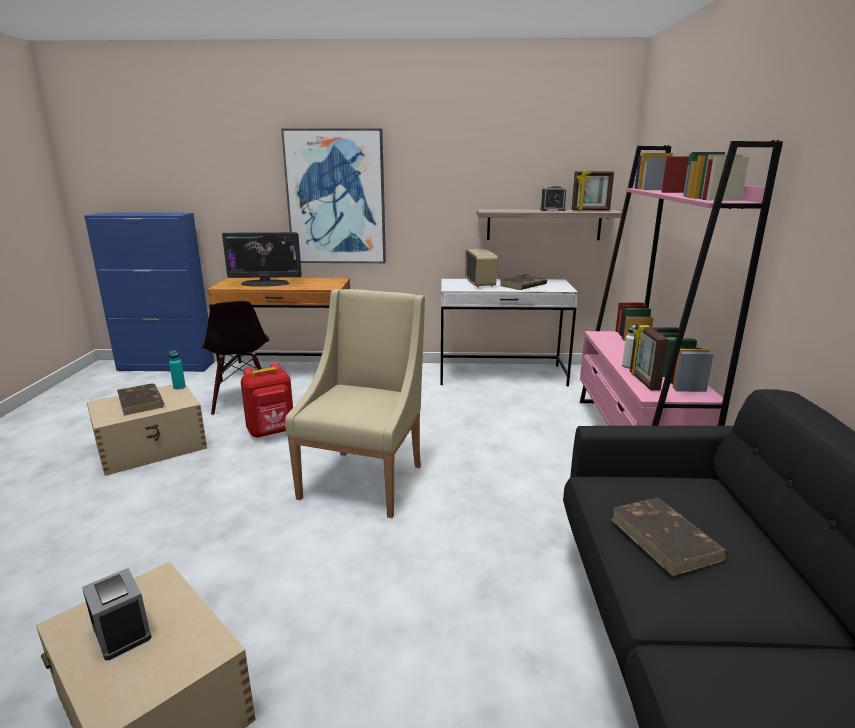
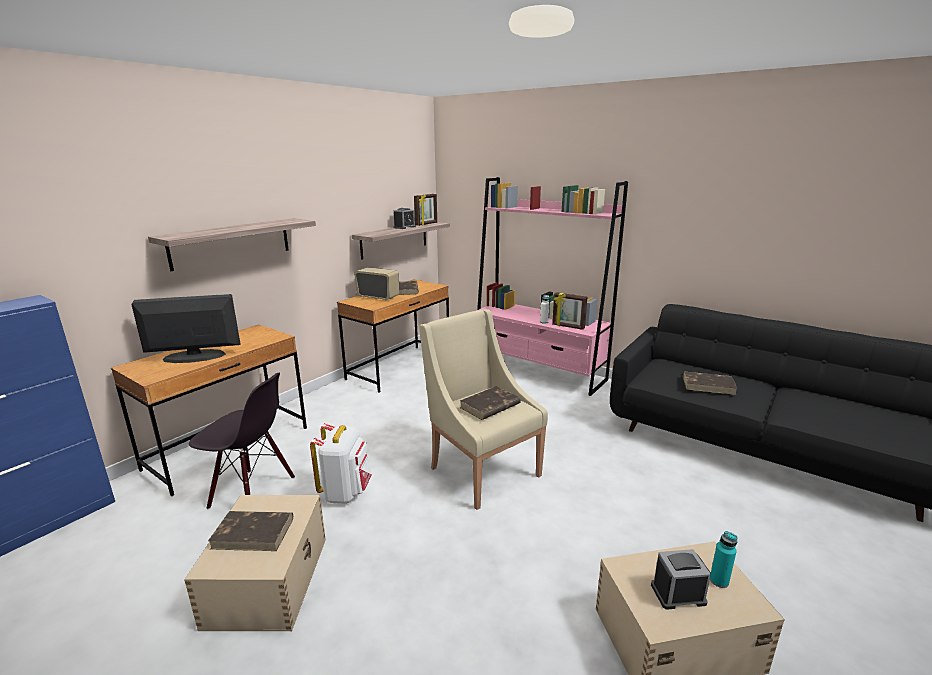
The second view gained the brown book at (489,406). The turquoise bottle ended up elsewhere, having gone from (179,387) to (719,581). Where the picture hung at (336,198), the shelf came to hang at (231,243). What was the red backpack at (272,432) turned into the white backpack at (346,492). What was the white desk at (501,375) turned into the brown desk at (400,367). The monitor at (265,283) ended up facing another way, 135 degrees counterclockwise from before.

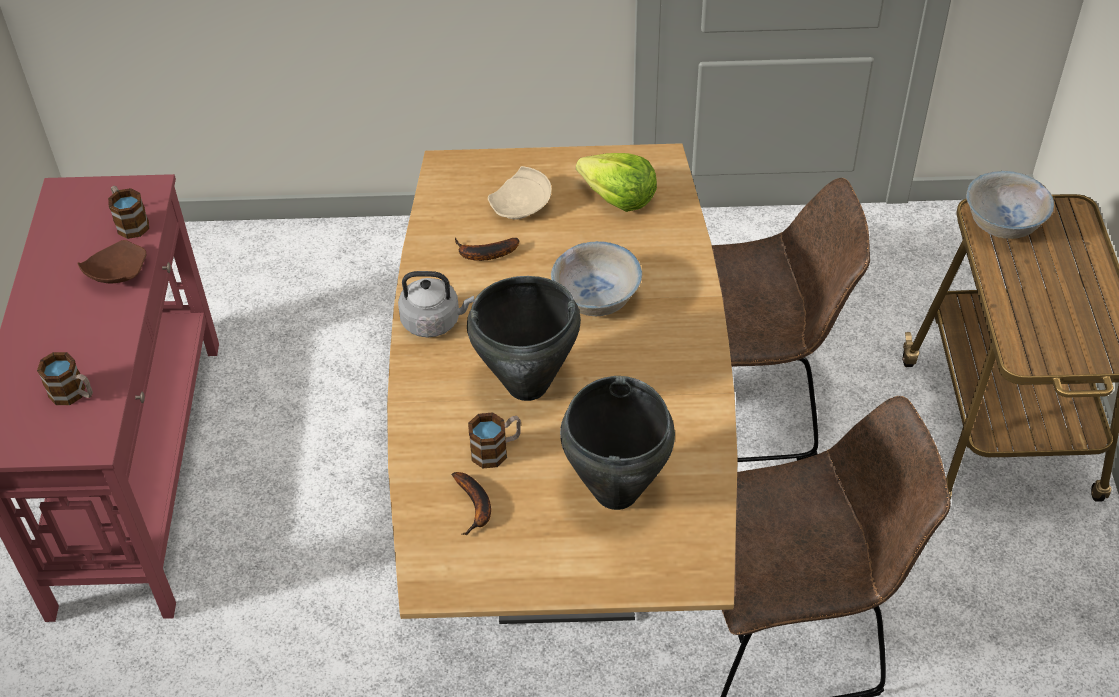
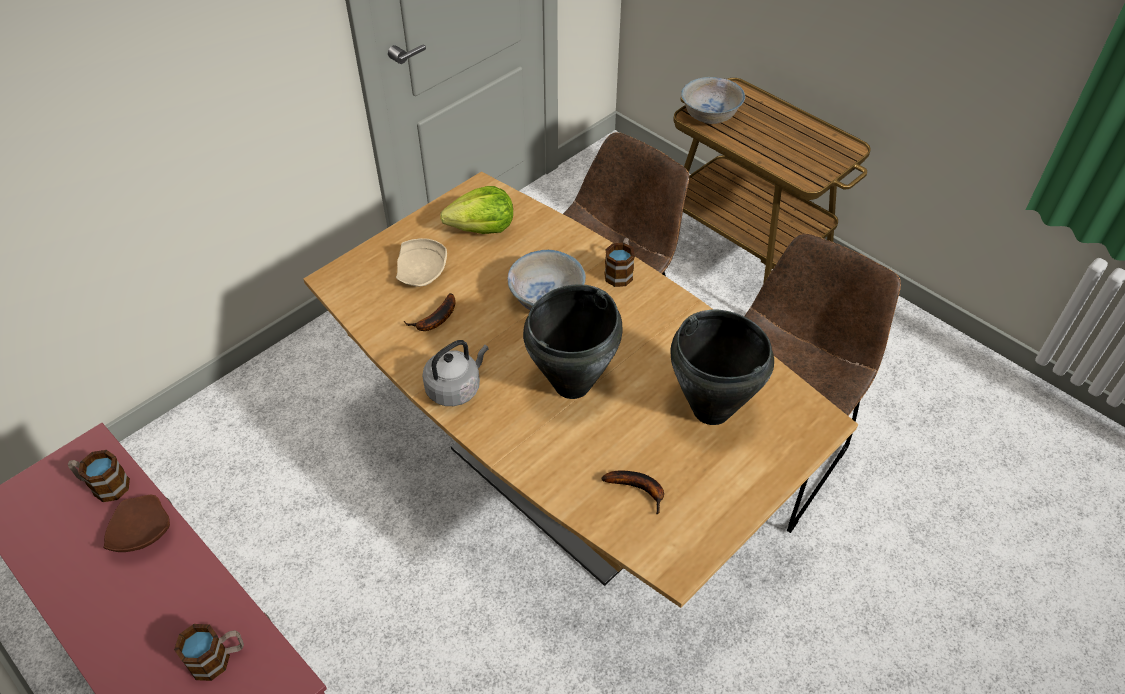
The mug ended up elsewhere, having gone from (496,450) to (620,272).

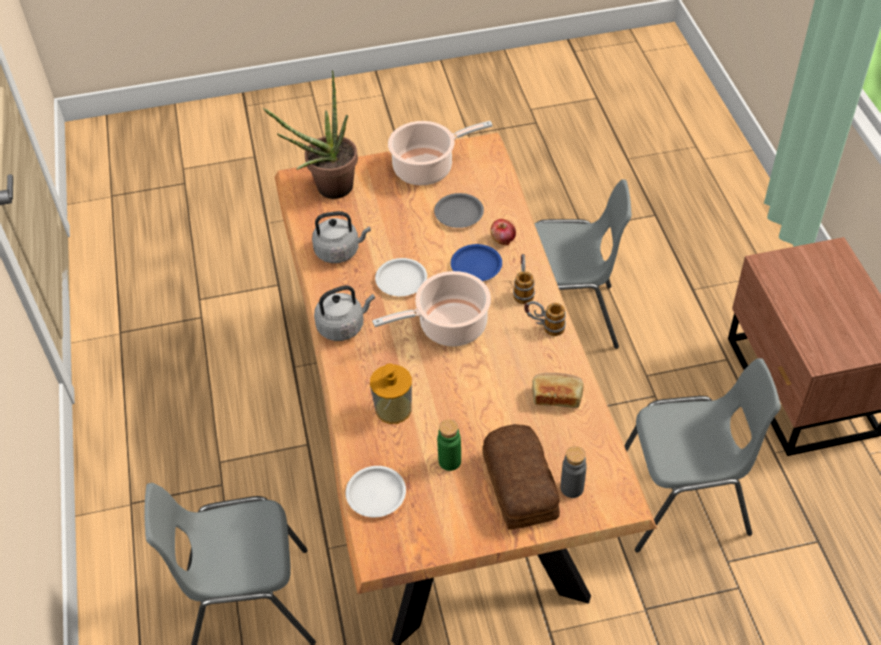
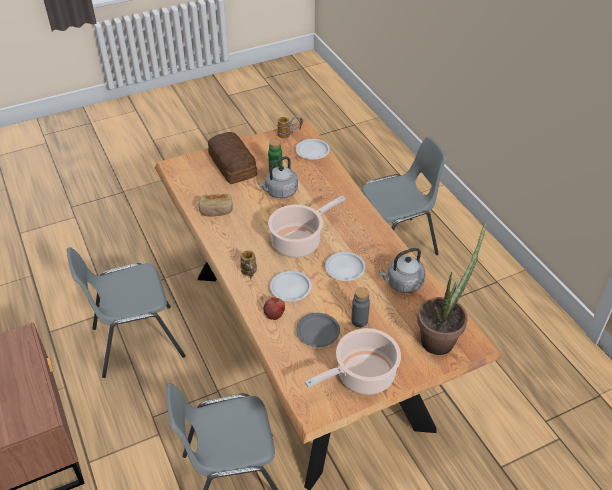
The second view lost the soap dispenser at (393,409). The grey kettle ended up elsewhere, having gone from (343,326) to (280,192). The mug ended up elsewhere, having gone from (544,327) to (290,134). The grey bottle ended up elsewhere, having gone from (572,488) to (359,321). What was the blue plate at (476,266) turned into the white plate at (290,288).

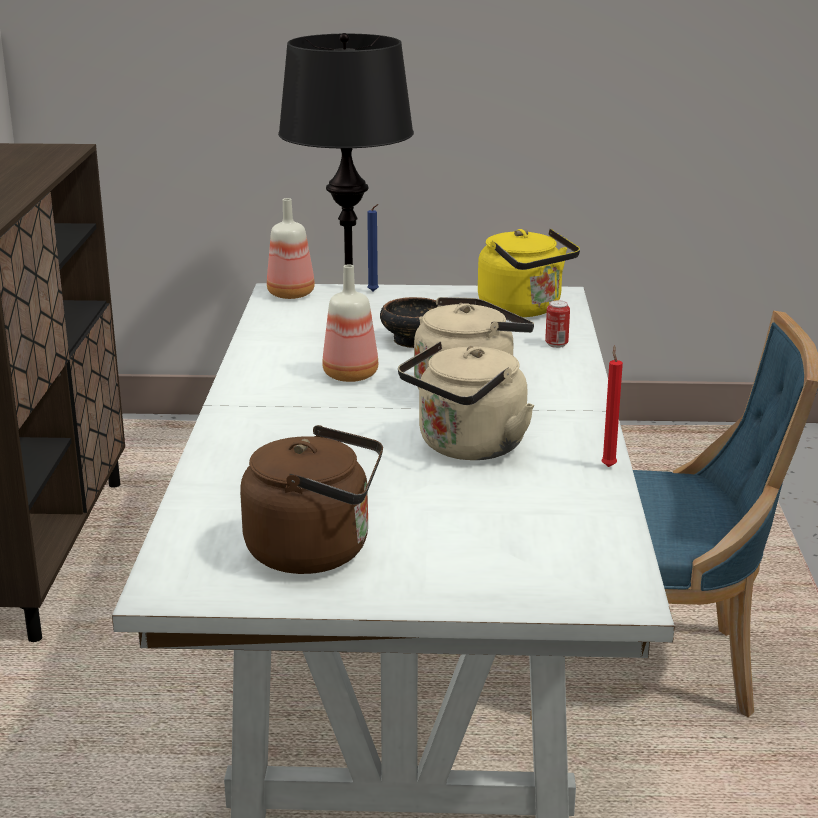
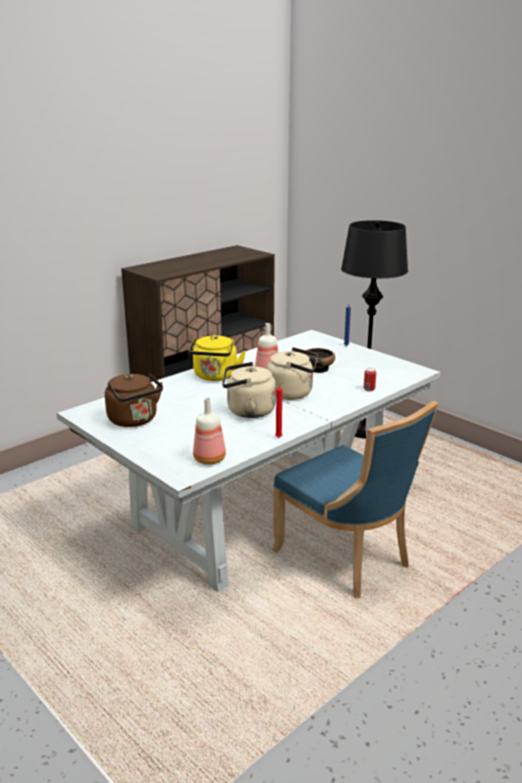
The bottle ended up elsewhere, having gone from (291,294) to (210,459). The yellow kettle ended up elsewhere, having gone from (524,310) to (215,376).

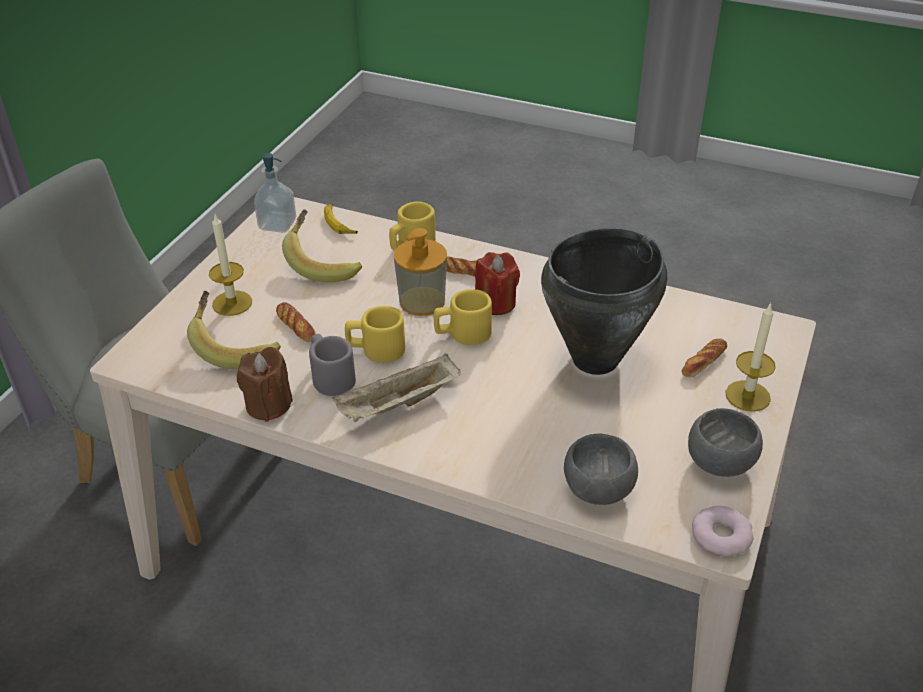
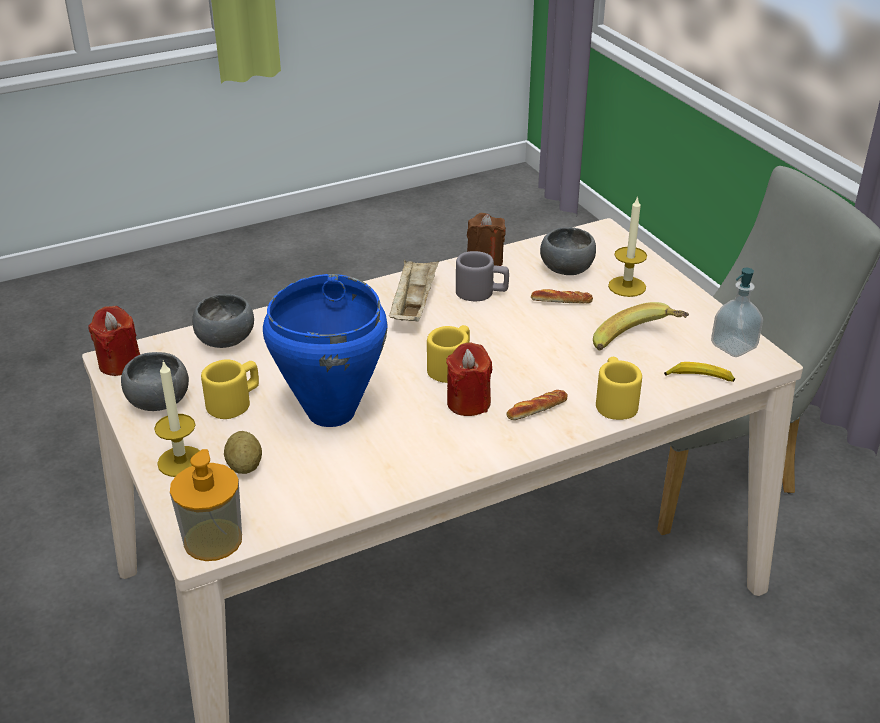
The yellow mug ended up elsewhere, having gone from (376,350) to (235,402). The soap dispenser ended up elsewhere, having gone from (422,301) to (213,540). Where the banana stood at (235,346), the grey bowl came to stand at (567,270). Where the bread stood at (703,362), the potato came to stand at (244,466). Where the donut stood at (721,535), the red candle came to stand at (120,363). What was the black cooking pot at (596,359) turned into the blue cooking pot at (330,413).

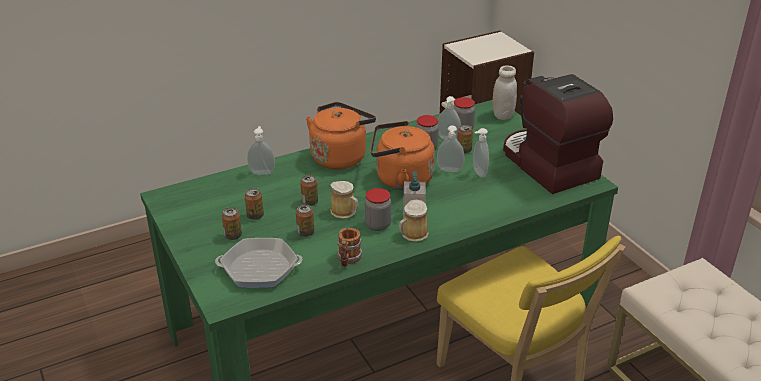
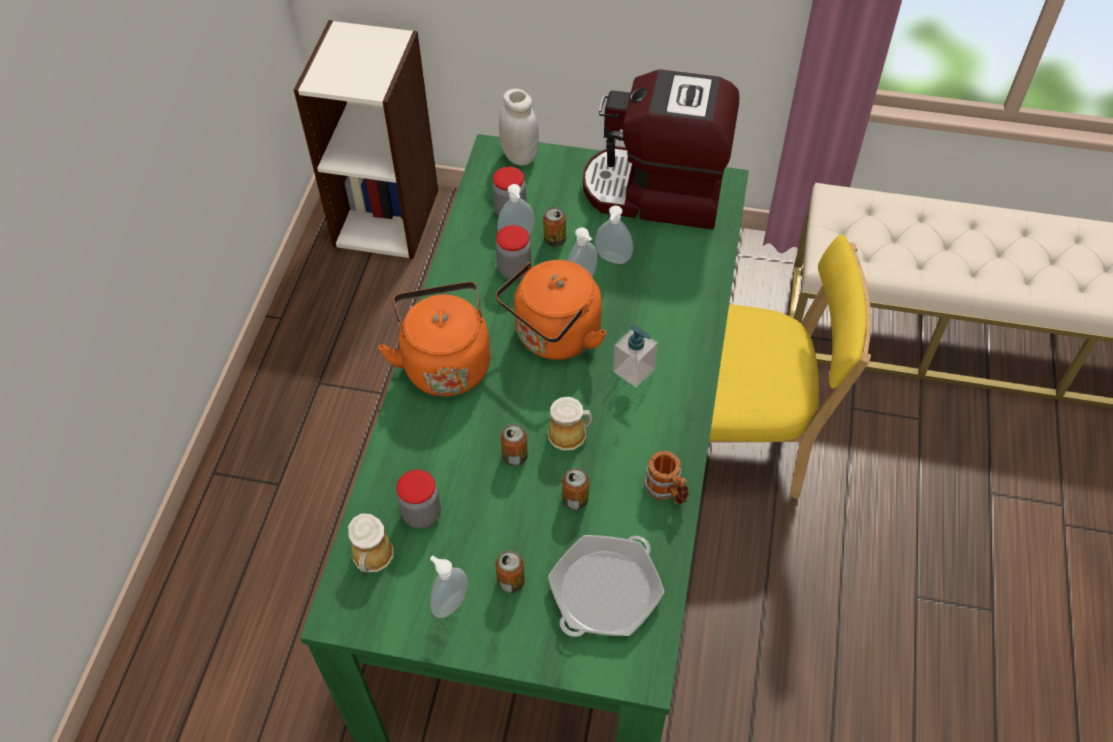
The second view lost the can at (255,216). The soap dispenser ended up elsewhere, having gone from (262,172) to (449,603). The jar ended up elsewhere, having gone from (378,225) to (422,514). The mug ended up elsewhere, having gone from (413,234) to (372,557).

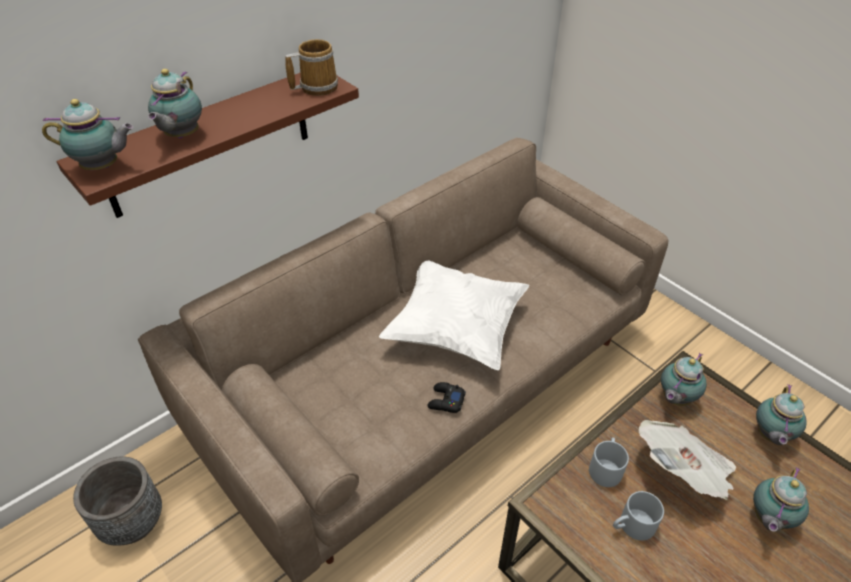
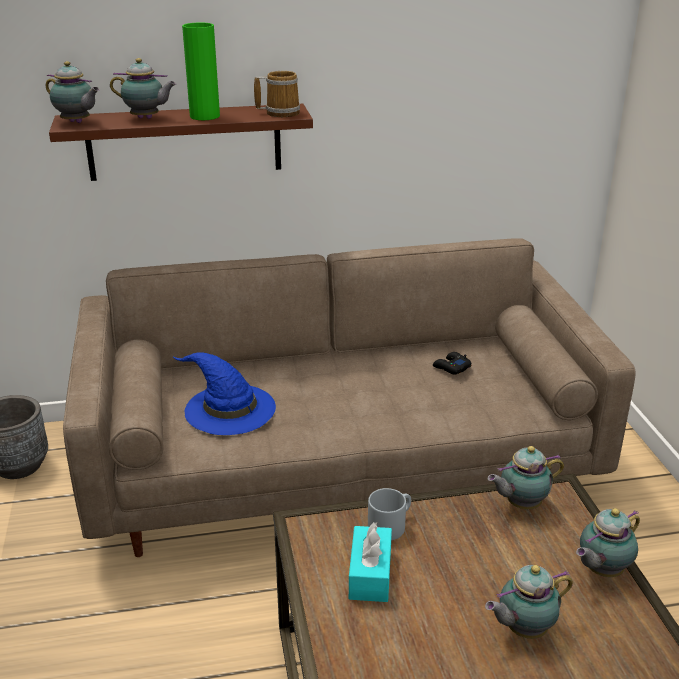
The second view lost the white pillow at (455,329). The second view lost the newspaper at (683,472). The second view gained the blue hat at (228,409). The second view gained the green vase at (205,116). The black game controller ended up elsewhere, having gone from (445,401) to (451,367). Where the grey mug stood at (632,526), the turquoise tissue box came to stand at (370,574). The teapot at (181,136) ended up facing another way, 120 degrees counterclockwise from before.

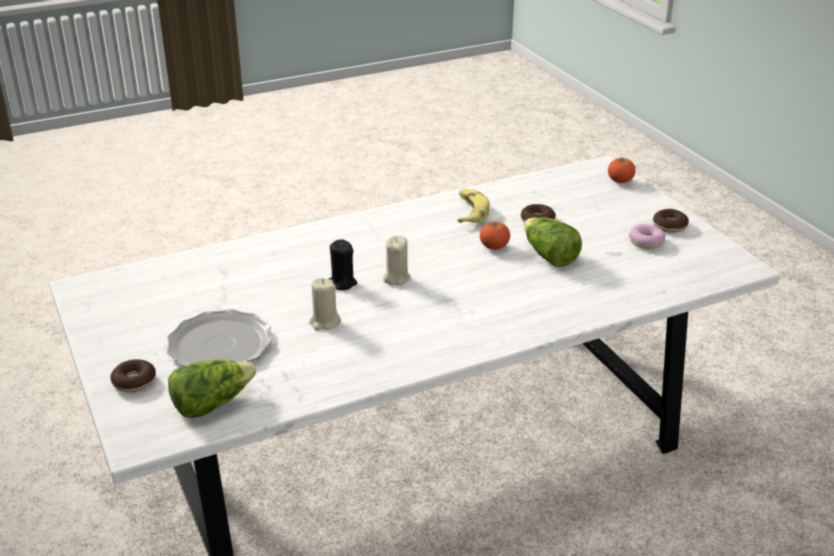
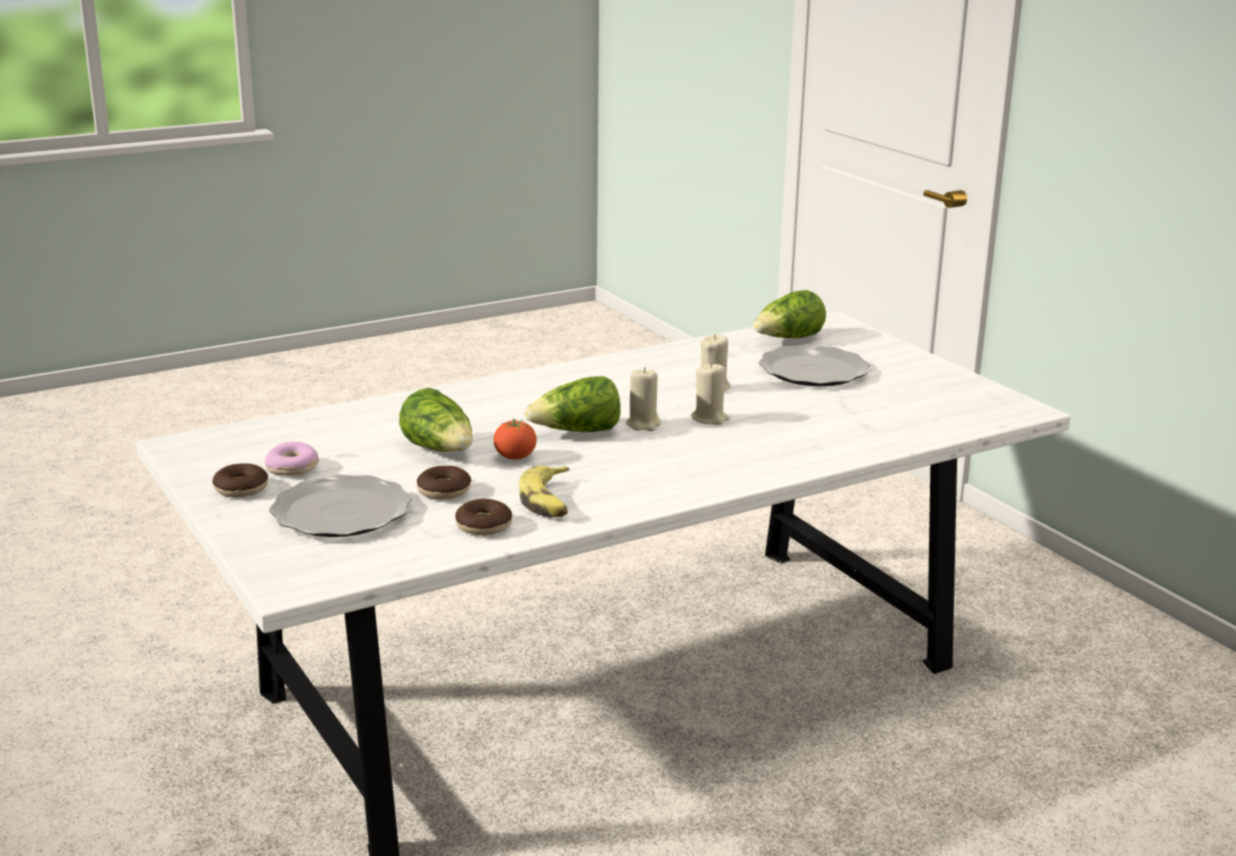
The second view lost the tomato at (620,181). The second view gained the plate at (340,512). The second view gained the lettuce at (577,432). The donut ended up elsewhere, having gone from (134,382) to (483,526). What was the black candle at (342,283) turned into the beige candle at (710,419).

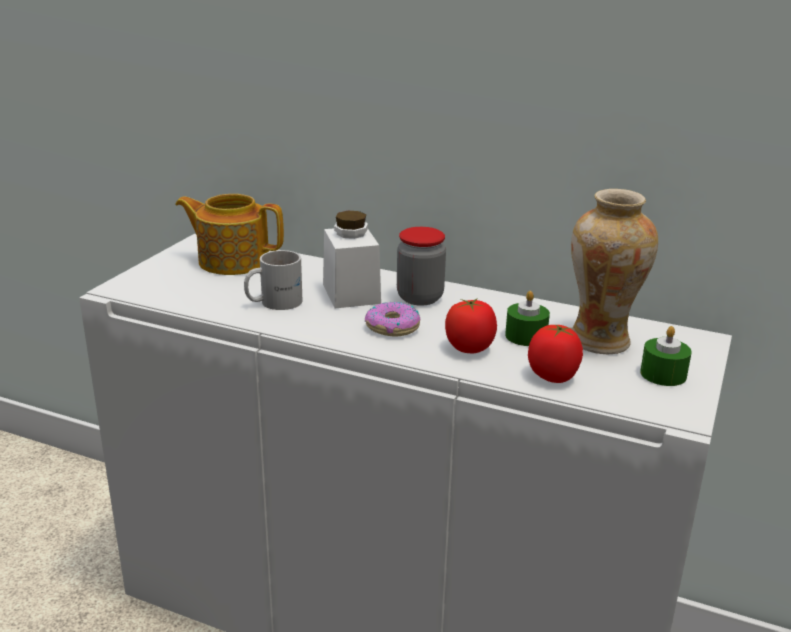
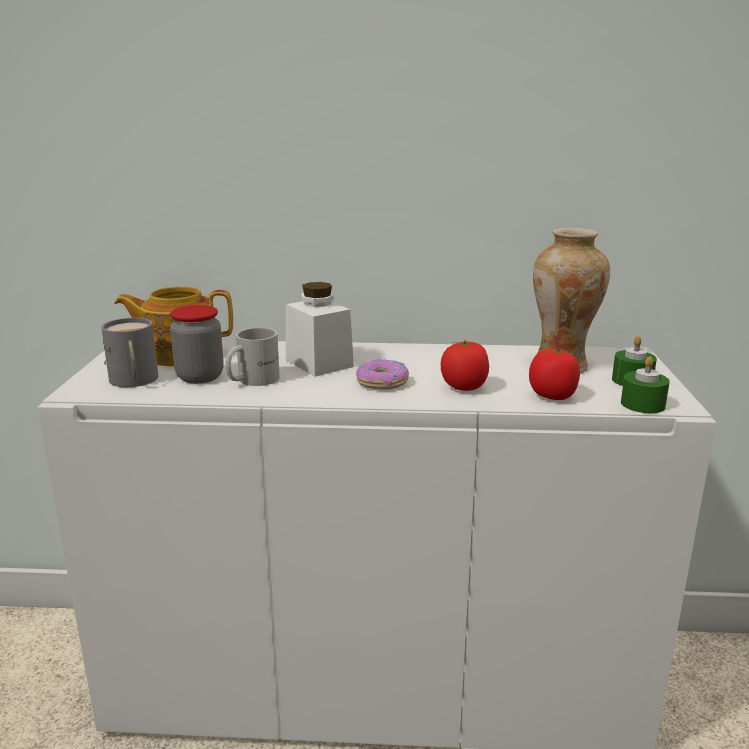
The second view gained the grey mug at (133,380). The jar ended up elsewhere, having gone from (420,298) to (200,377). The green candle ended up elsewhere, having gone from (526,336) to (642,404).

